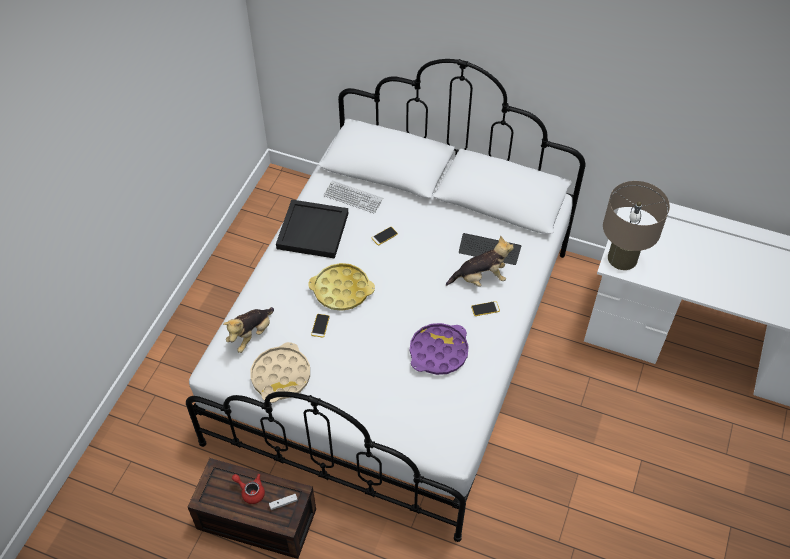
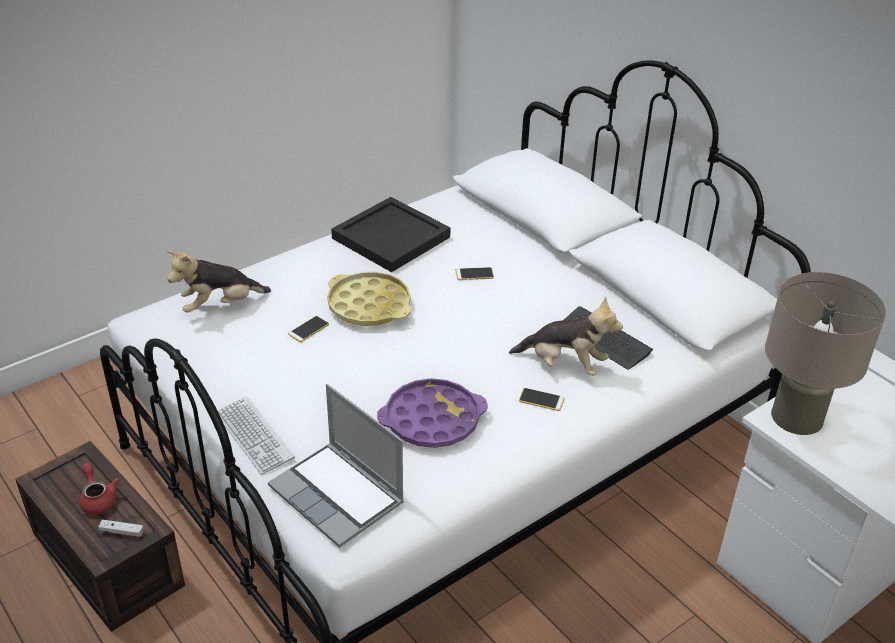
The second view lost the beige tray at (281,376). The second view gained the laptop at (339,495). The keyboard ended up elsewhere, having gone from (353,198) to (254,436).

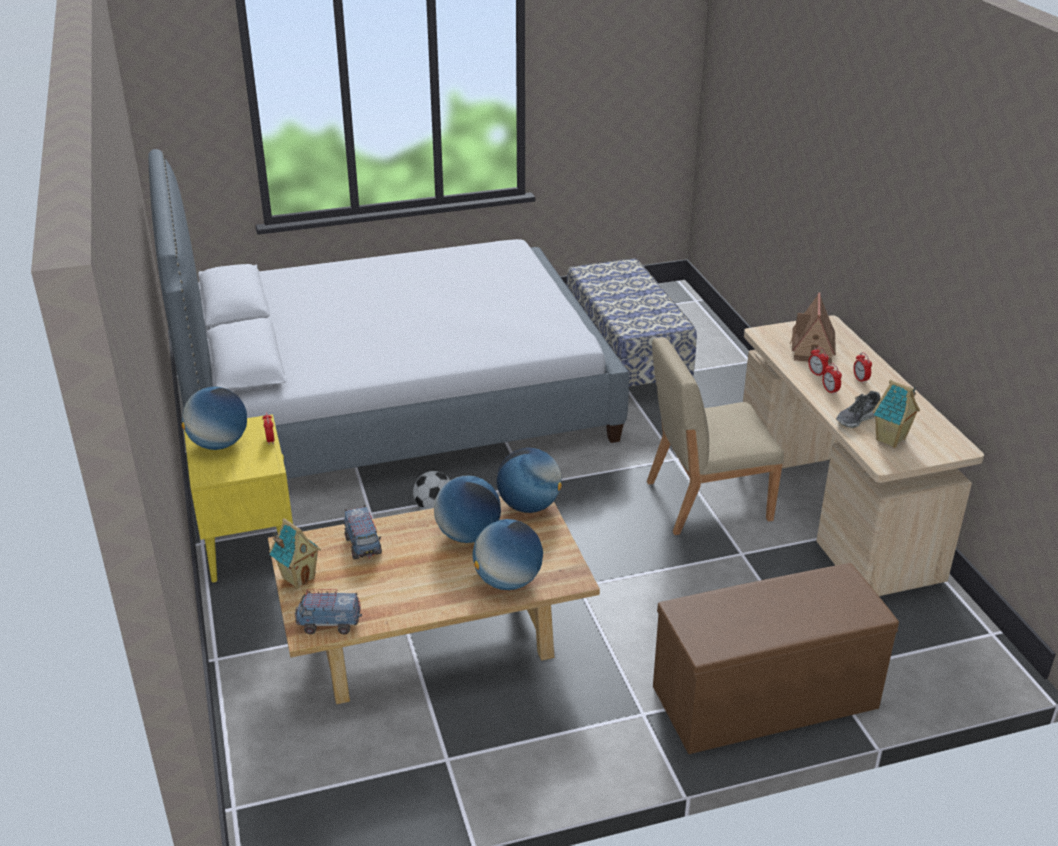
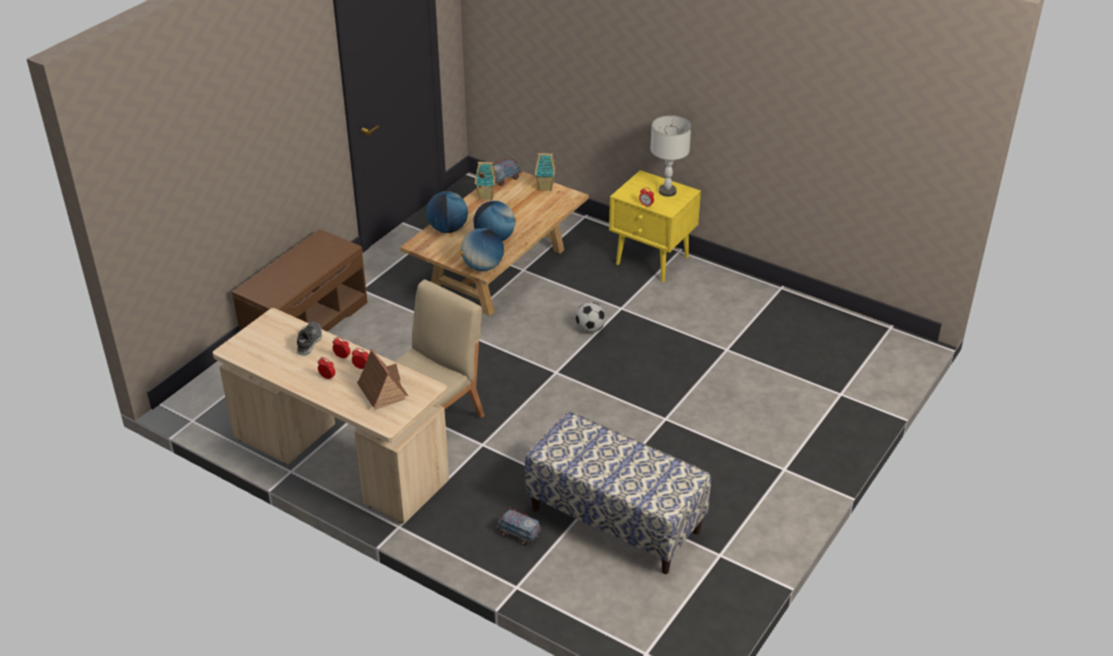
The second view lost the bed at (392,400). The toy truck ended up elsewhere, having gone from (363,546) to (518,534). The toy house ended up elsewhere, having gone from (891,440) to (485,196). Where the globe stood at (219,444), the grey table lamp came to stand at (667,191).

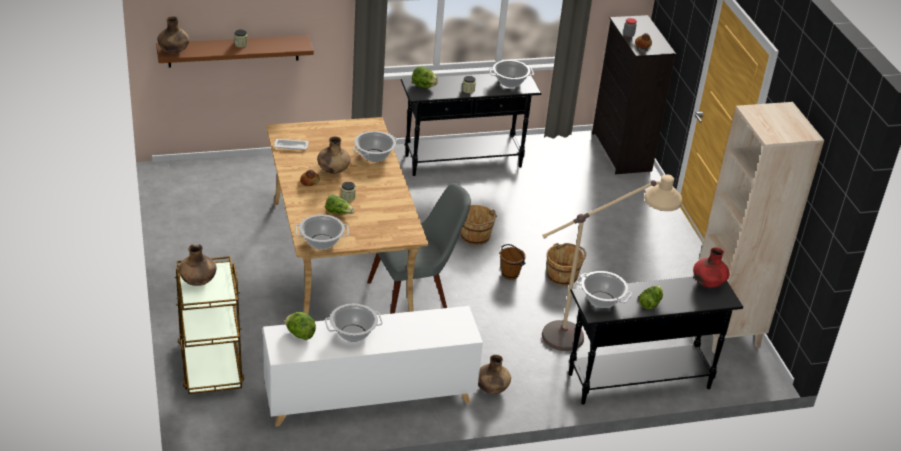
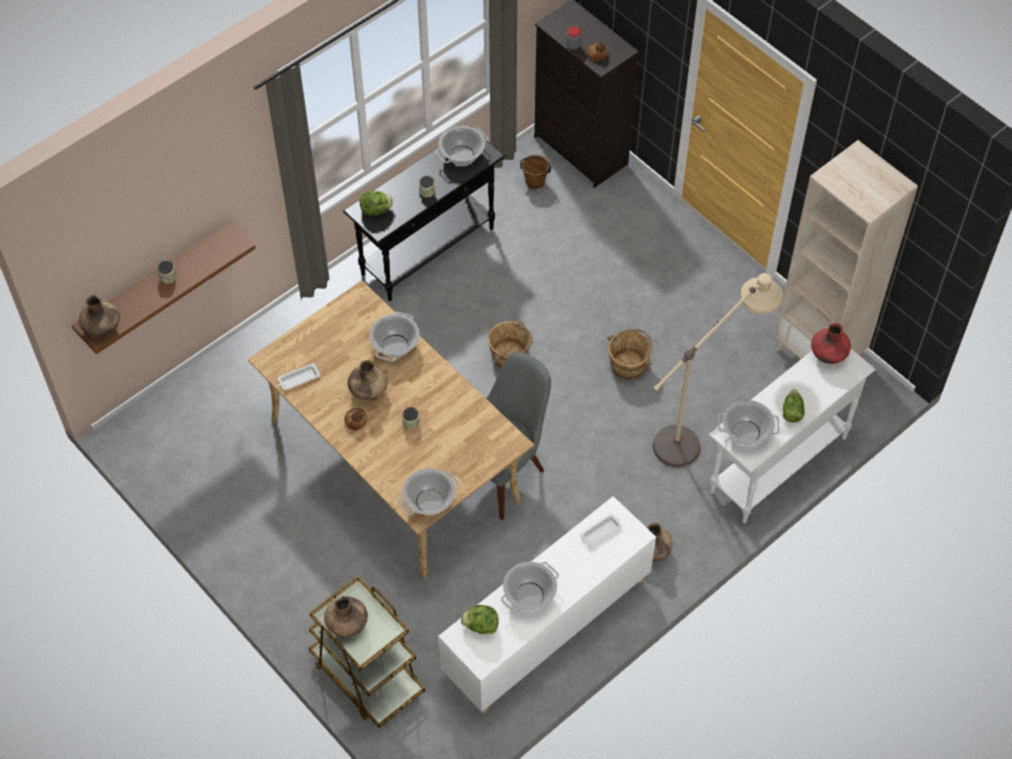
The second view lost the lettuce at (339,212). The second view gained the white tray at (601,531). The brown bucket ended up elsewhere, having gone from (510,274) to (535,182). What was the black console table at (638,381) turned into the white console table at (777,464).

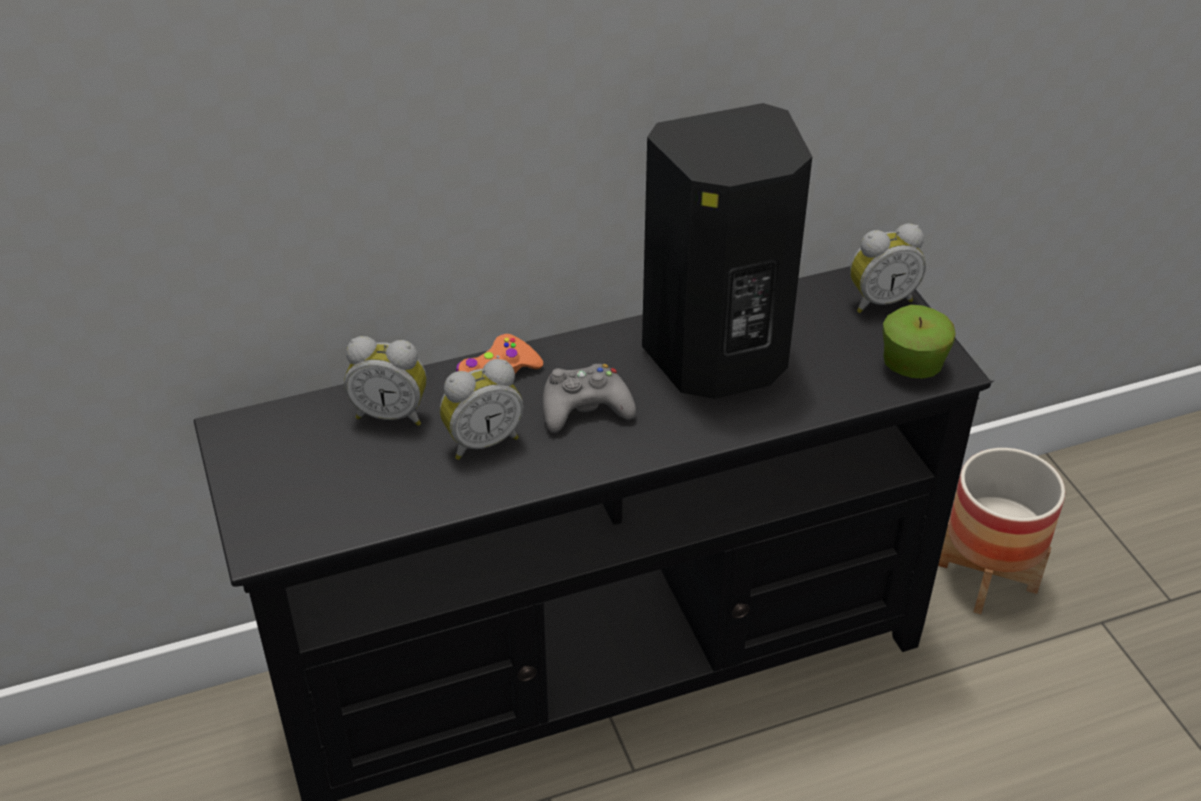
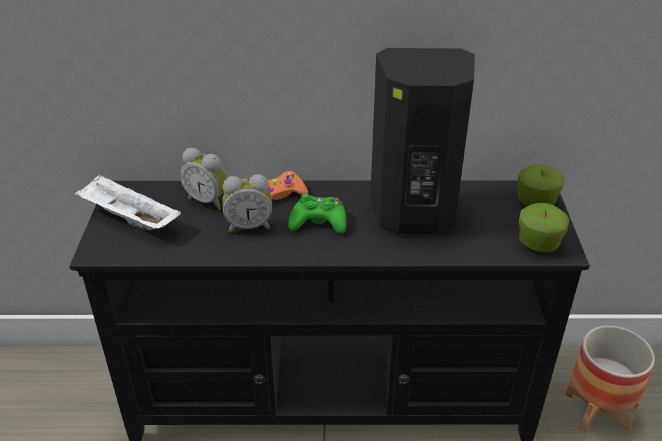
The second view gained the white tray at (128,219). Where the alarm clock stood at (879,300), the apple came to stand at (535,202). What was the grey game controller at (585,408) turned into the green game controller at (318,222).

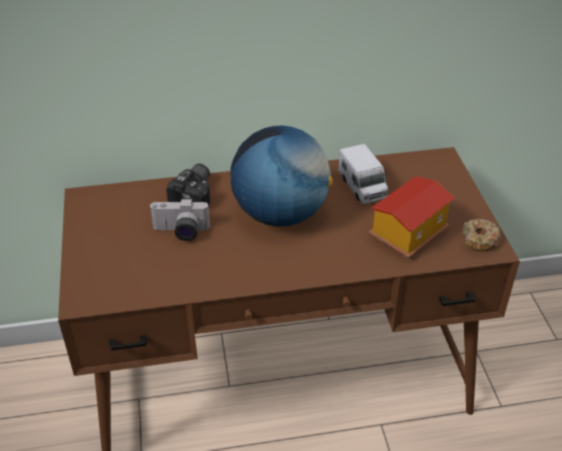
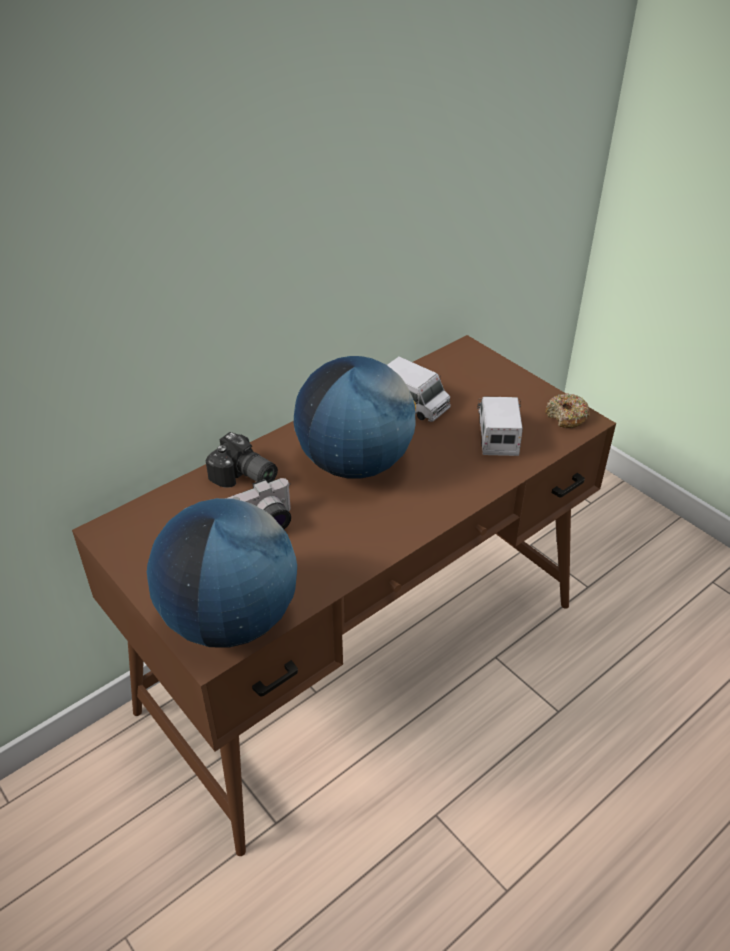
The second view gained the globe at (230,619). Where the toy house stood at (407,234), the toy truck came to stand at (497,435). The photo camera at (196,195) ended up facing another way, 135 degrees clockwise from before.

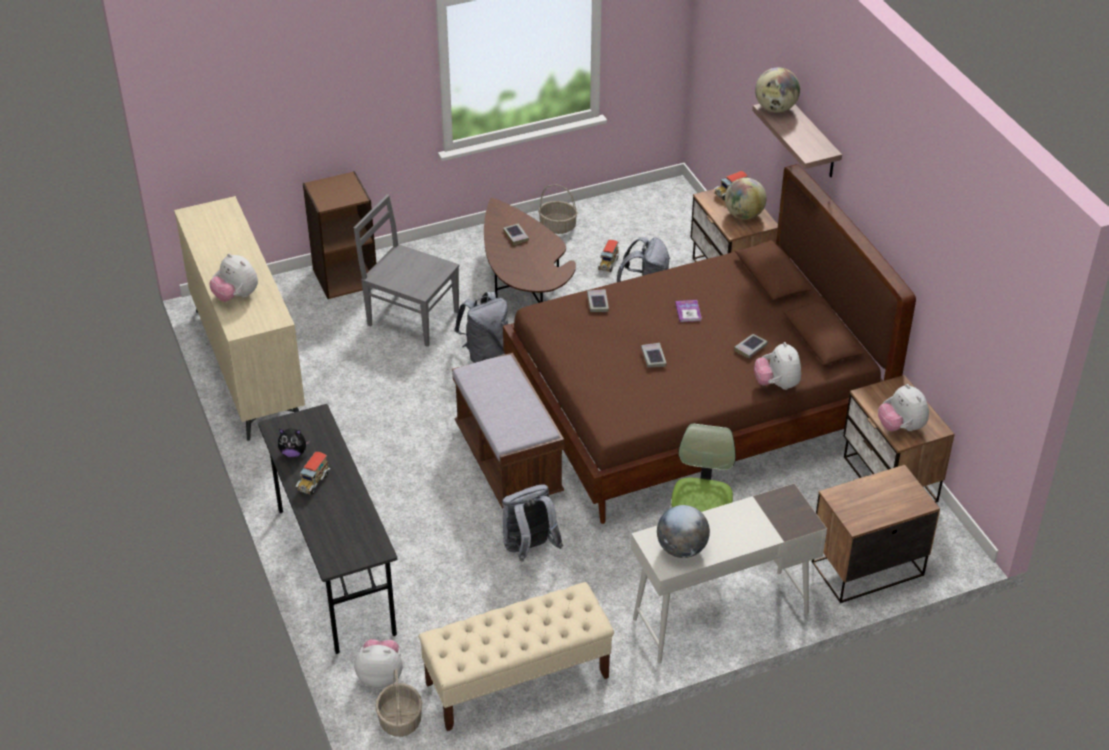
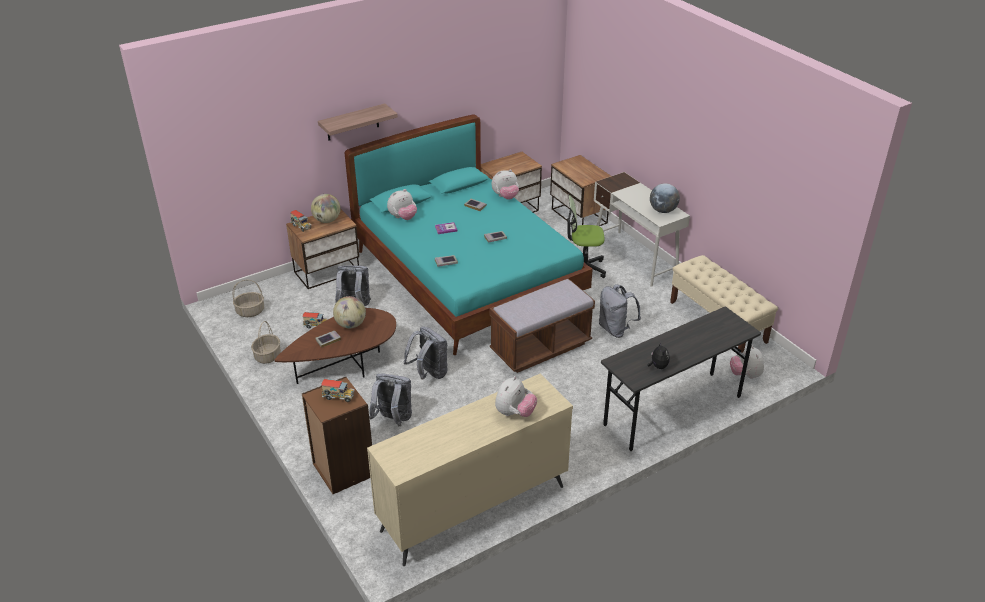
The toy truck ended up elsewhere, having gone from (313,482) to (338,397). The basket ended up elsewhere, having gone from (399,719) to (250,312). The globe ended up elsewhere, having gone from (775,109) to (351,325). The plush toy ended up elsewhere, having gone from (901,427) to (403,218). Where the grey chair stood at (411,317), the grey backpack came to stand at (393,419). What was the brown bed at (694,408) turned into the turquoise bed at (467,278).

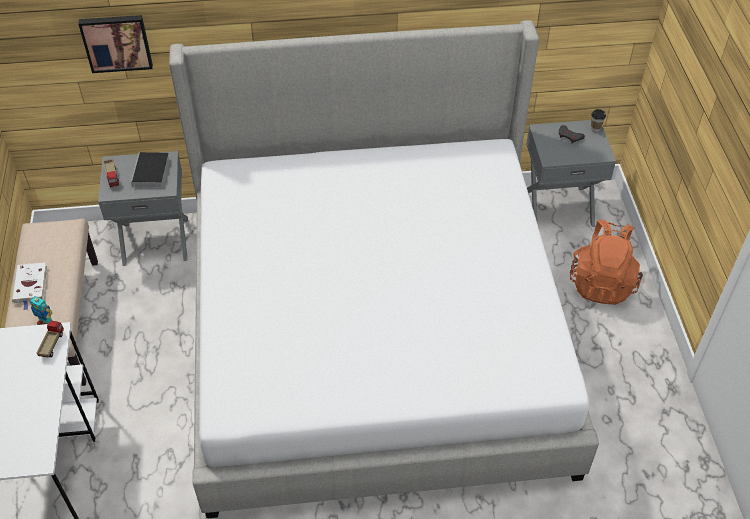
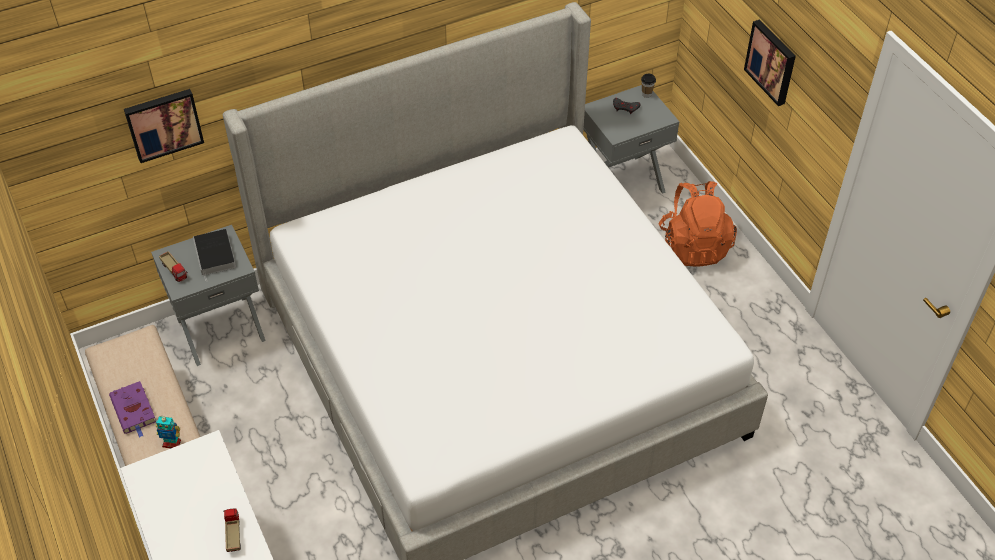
The second view gained the picture at (772,61). The toy truck ended up elsewhere, having gone from (52,344) to (233,535). What was the white book at (31,286) turned into the purple book at (134,411).

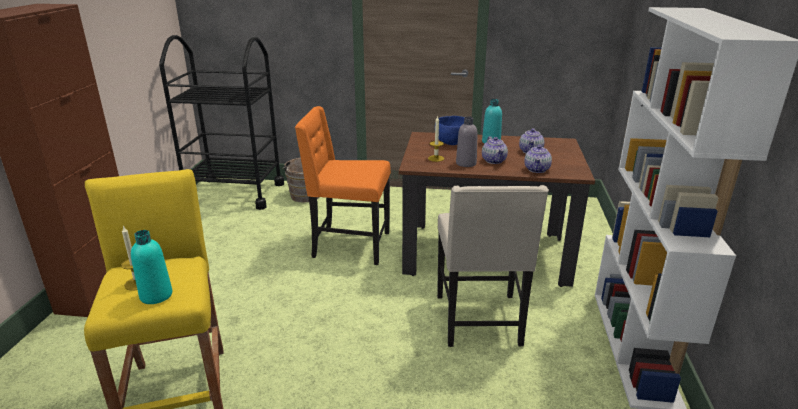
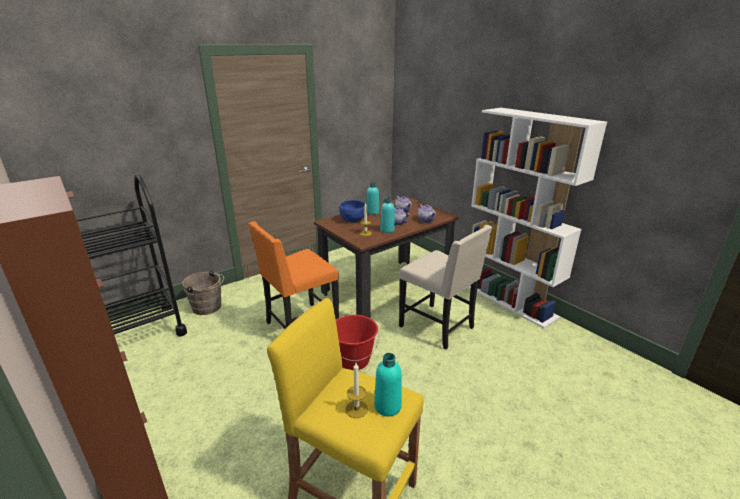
The second view gained the red bucket at (354,360). What was the grey bottle at (466,163) turned into the turquoise bottle at (387,230).

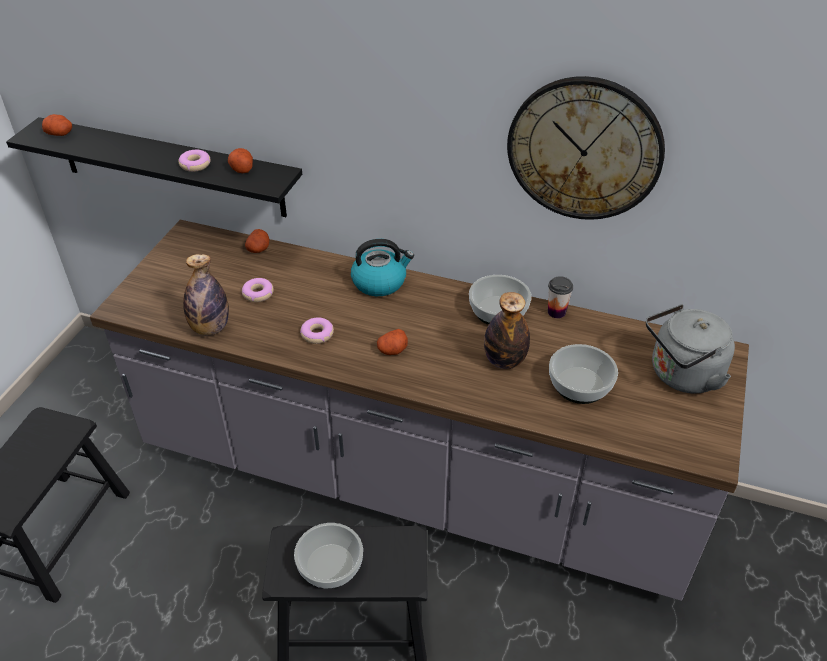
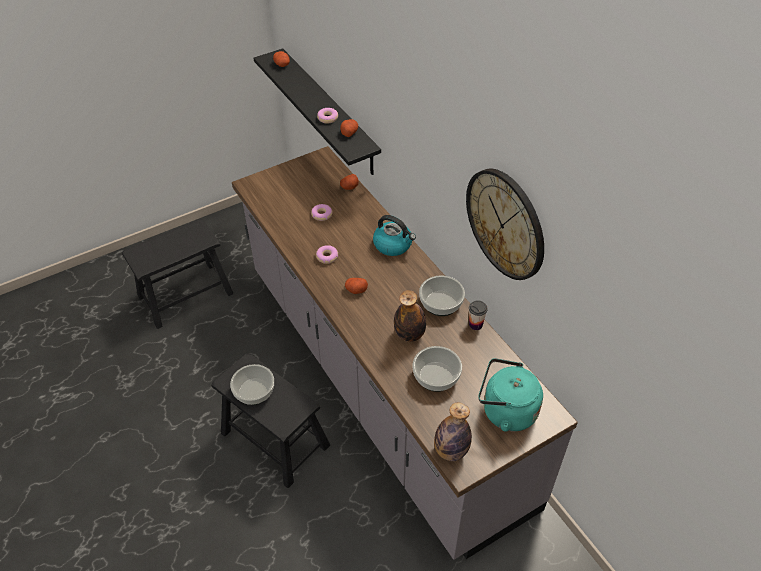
The bottle ended up elsewhere, having gone from (210,328) to (450,451). What was the grey kettle at (681,375) turned into the turquoise kettle at (505,411).

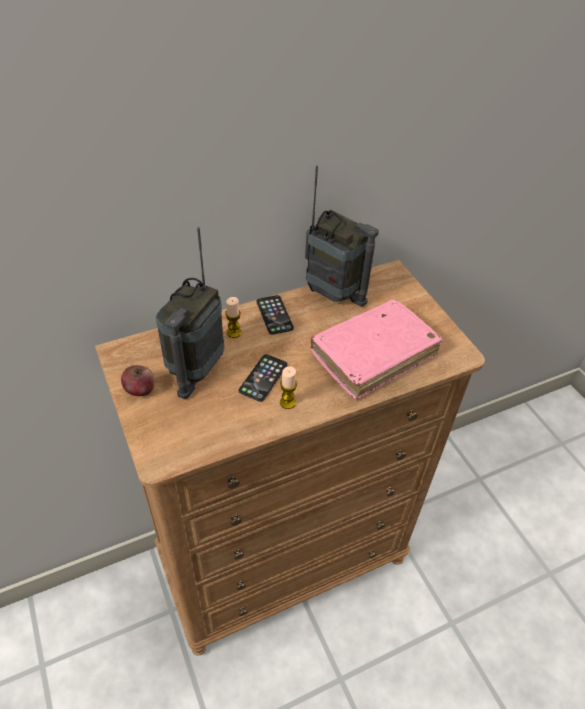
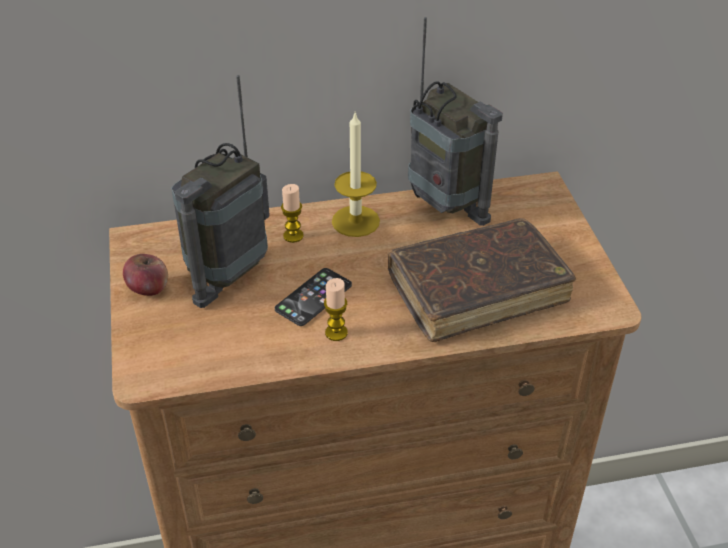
Where the phone stood at (274,315), the candle came to stand at (355,221). What was the pink book at (373,355) turned into the brown book at (477,290).

